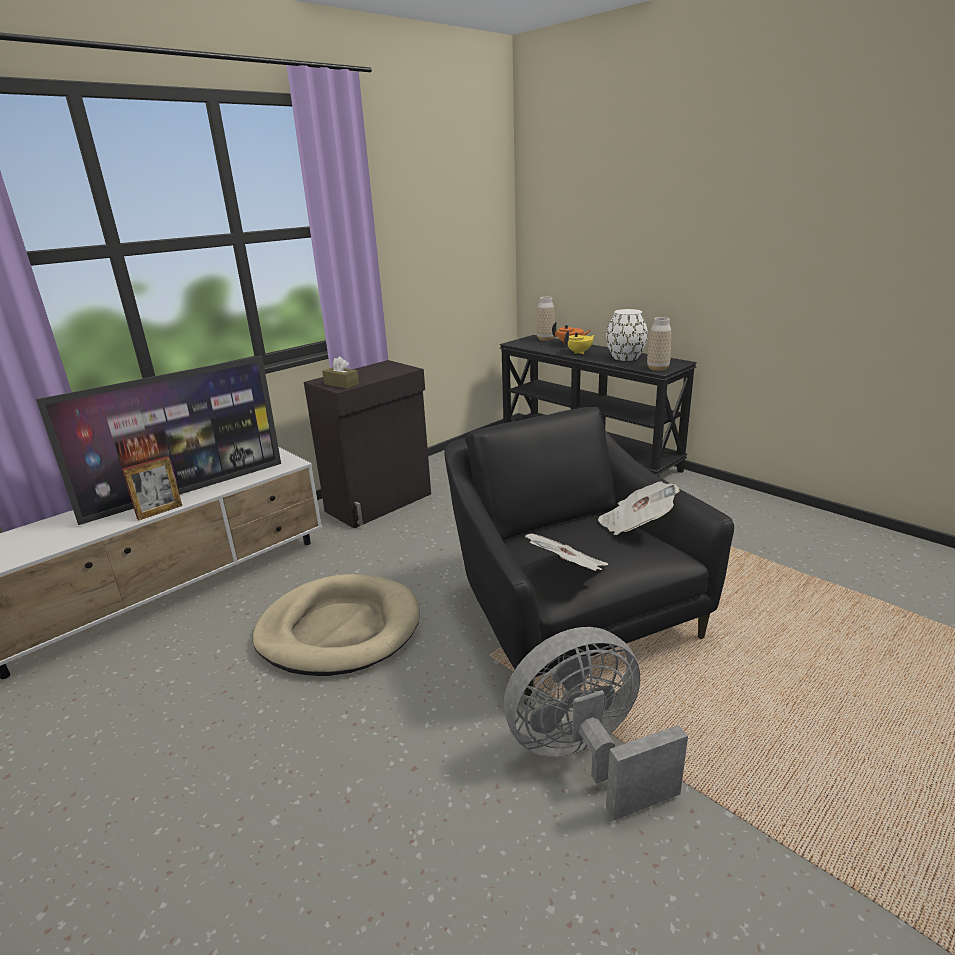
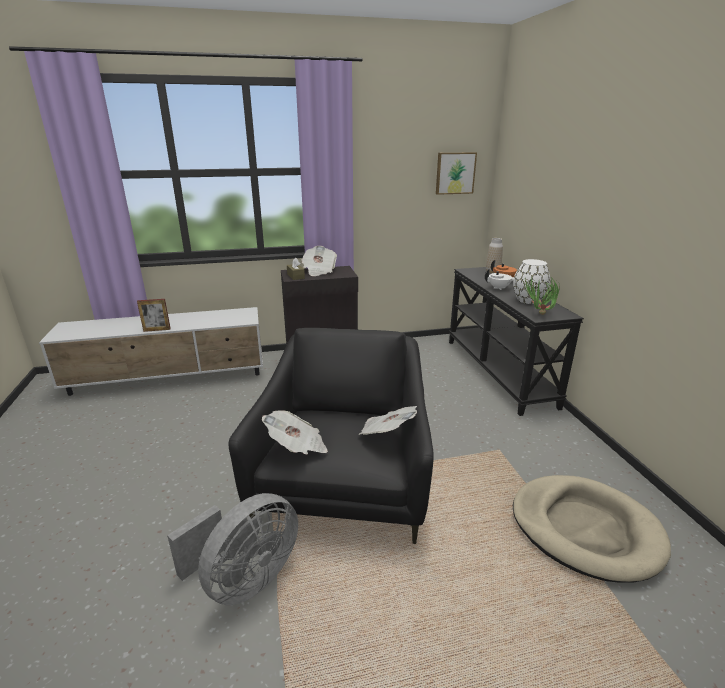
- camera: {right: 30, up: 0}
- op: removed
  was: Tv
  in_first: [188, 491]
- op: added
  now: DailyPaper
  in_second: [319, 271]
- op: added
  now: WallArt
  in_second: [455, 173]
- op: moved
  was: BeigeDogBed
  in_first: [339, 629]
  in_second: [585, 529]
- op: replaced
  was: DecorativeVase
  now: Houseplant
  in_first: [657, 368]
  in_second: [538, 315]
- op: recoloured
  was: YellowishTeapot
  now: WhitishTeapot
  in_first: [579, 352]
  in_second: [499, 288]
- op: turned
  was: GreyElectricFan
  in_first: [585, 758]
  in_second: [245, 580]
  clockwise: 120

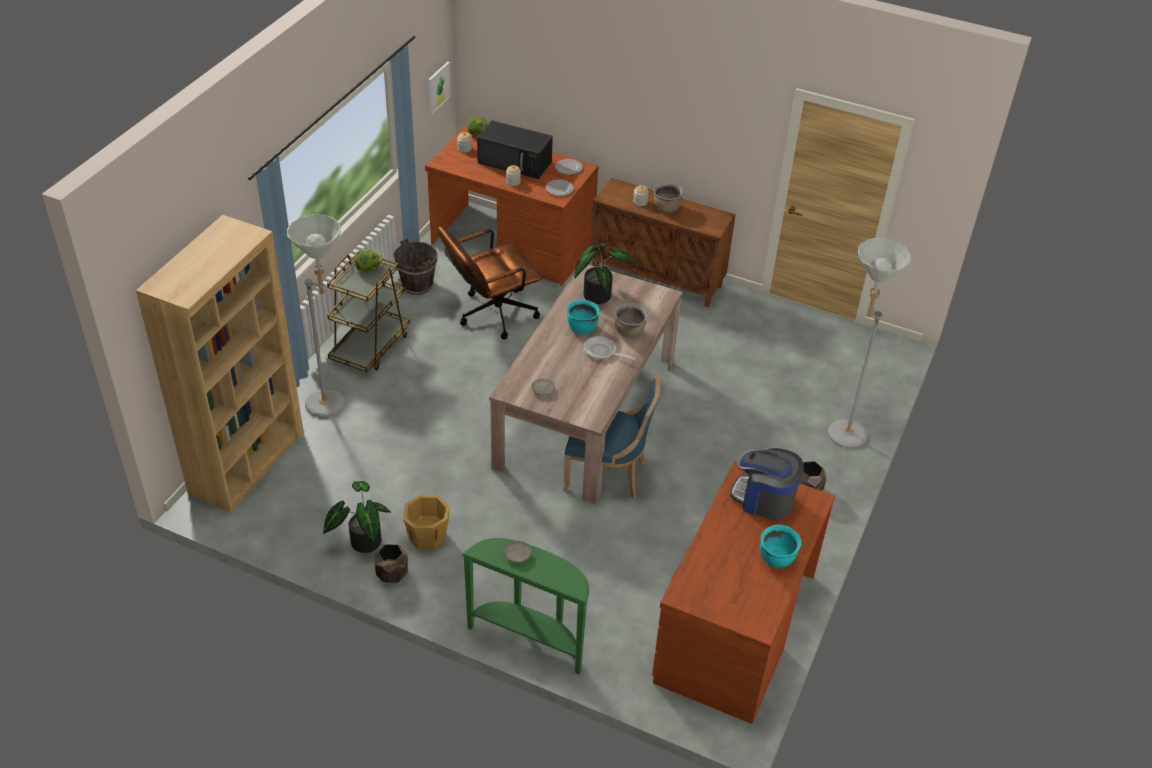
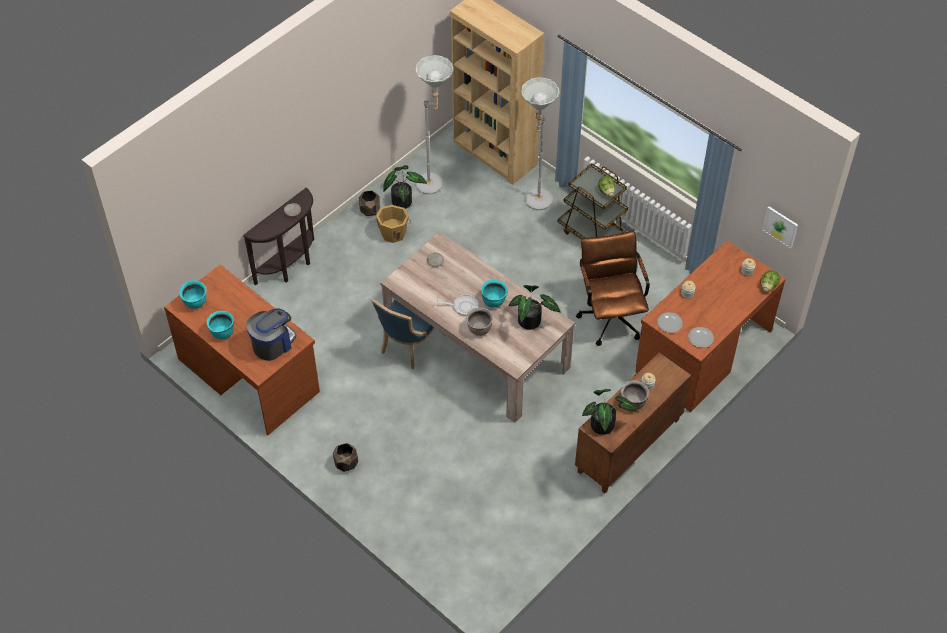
- camera: {right: 110, up: 10}
- op: removed
  was: BrownColouredPail
  in_first: [417, 285]
- op: removed
  was: BlackishMicrowave
  in_first: [516, 162]
- op: added
  now: TurquoiseColouredStockpot
  in_second: [195, 302]
- op: added
  now: Houseplant
  in_second: [605, 426]
- op: moved
  was: GreyStandardLamp
  in_first: [842, 428]
  in_second: [435, 183]
- op: recoloured
  was: GreenColouredNarrowTable
  now: BrownColouredNarrowTable
  in_first: [529, 638]
  in_second: [290, 266]
- op: turned
  was: Pan
  in_first: [602, 351]
  in_second: [463, 306]
  clockwise: 45

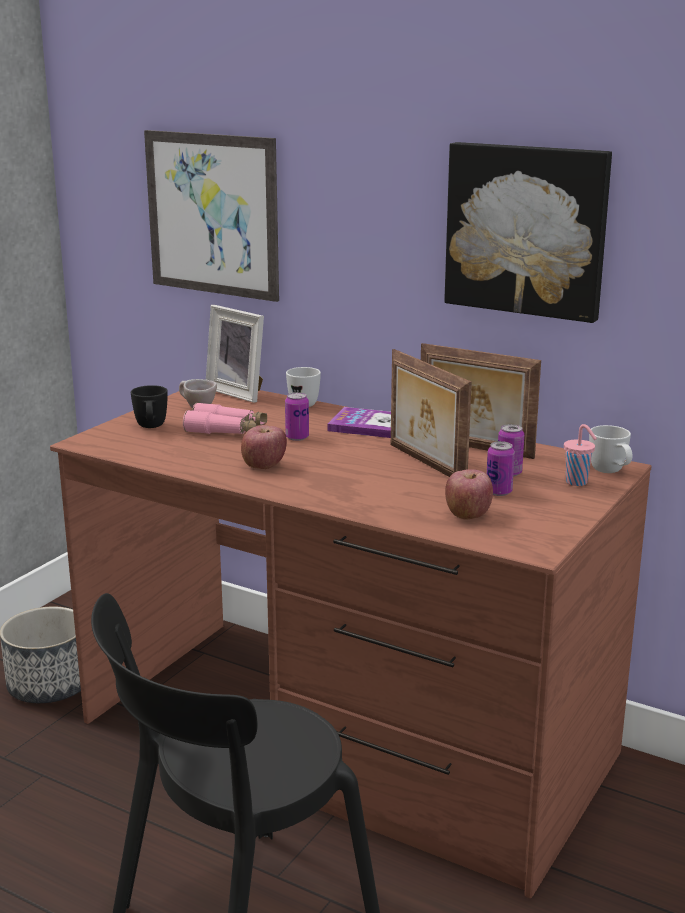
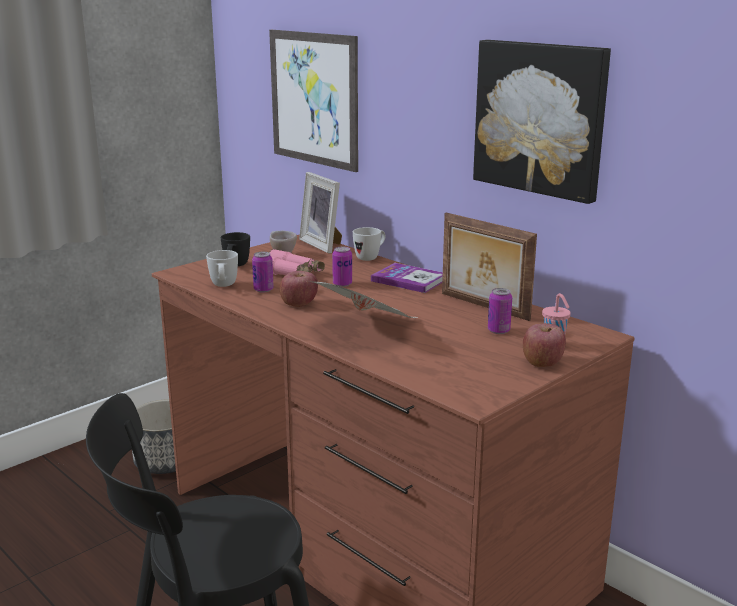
- camera: {right: 15, up: 0}
- op: removed
  was: PhotoFrame
  in_first: [425, 464]
- op: added
  now: DailyPaper
  in_second: [366, 329]
- op: moved
  was: Apple
  in_first: [468, 514]
  in_second: [542, 363]
- op: moved
  was: SealedCan
  in_first: [499, 492]
  in_second: [263, 290]
- op: moved
  was: WhitishTeaMug
  in_first: [611, 472]
  in_second: [223, 286]

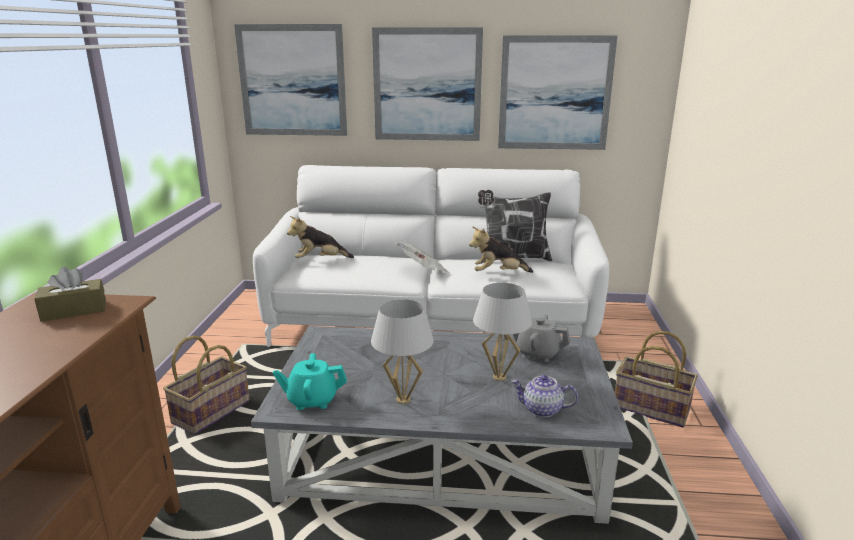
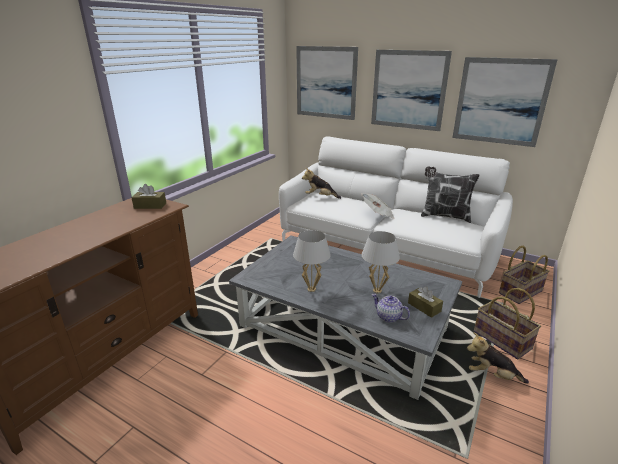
- camera: {right: 25, up: 5}
- op: removed
  was: TurquoiseColouredTeapot
  in_first: [312, 400]
- op: removed
  was: GreyTeapot
  in_first: [537, 353]
- op: added
  now: BrownColouredBoxOfTissues
  in_second: [424, 307]
- op: moved
  was: HouseholdBasket
  in_first: [211, 411]
  in_second: [520, 291]
- op: moved
  was: CuddlyToy
  in_first: [498, 274]
  in_second: [492, 375]

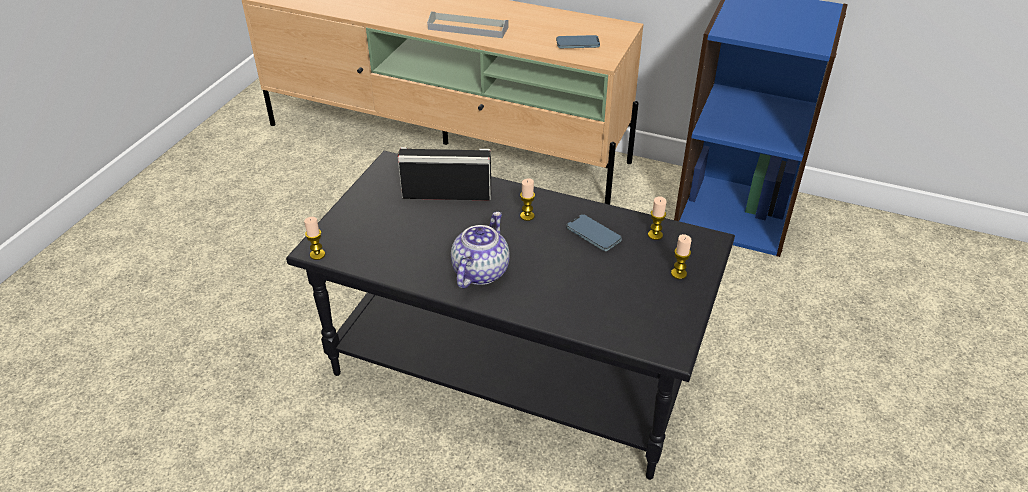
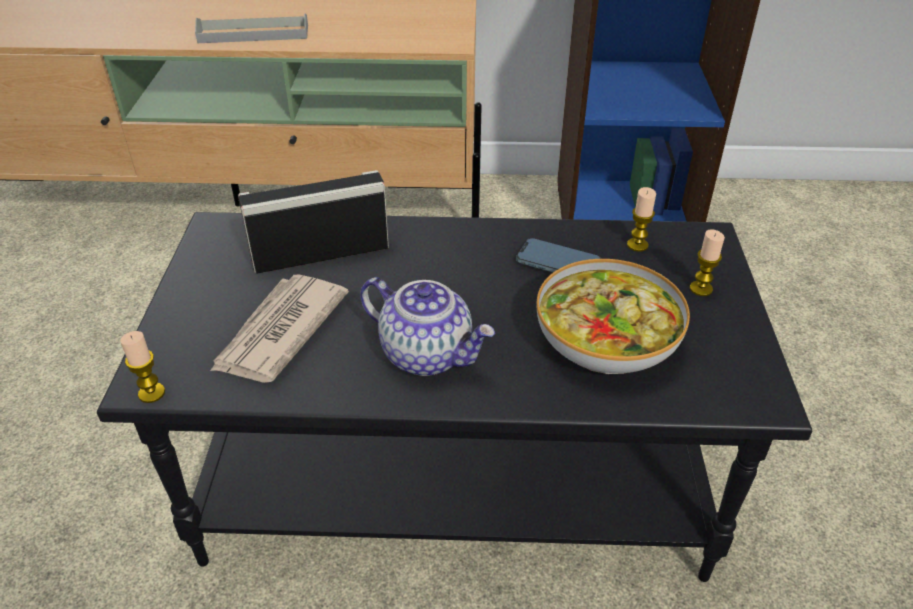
- camera: {right: -20, up: 0}
- op: removed
  was: Candle
  in_first: [527, 216]
- op: removed
  was: Telephone
  in_first: [577, 44]
- op: added
  now: DailyPaper
  in_second: [279, 332]
- op: added
  now: Bowl
  in_second: [605, 340]
- op: turned
  was: Teapot
  in_first: [480, 271]
  in_second: [428, 354]
  clockwise: 120

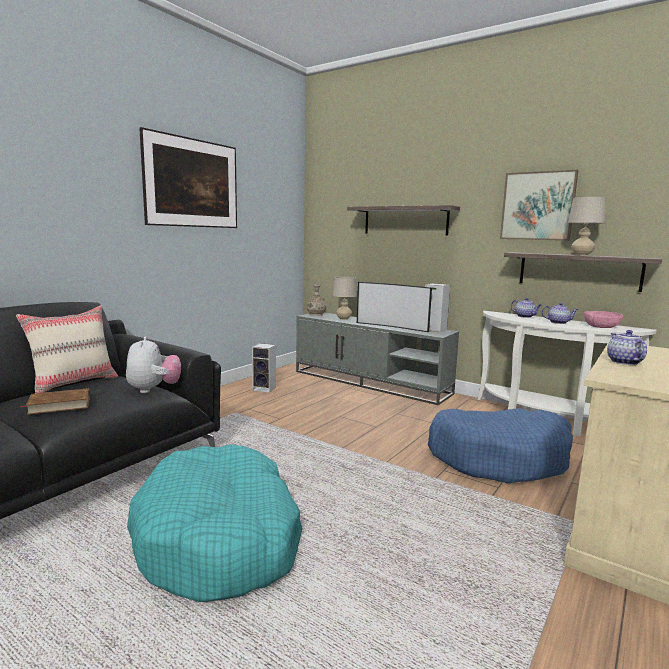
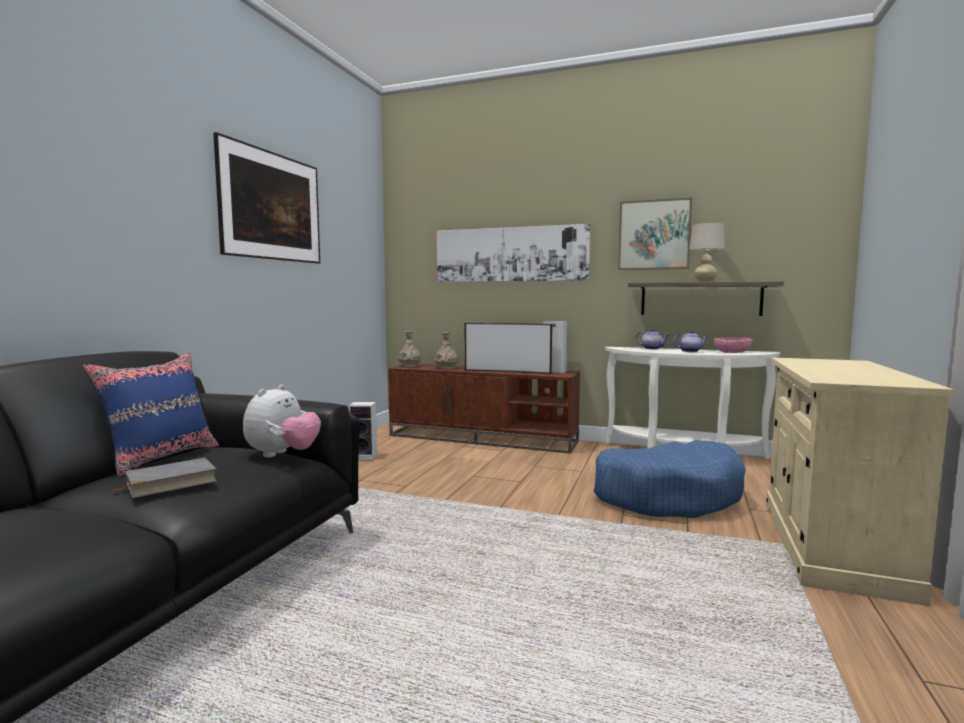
- camera: {right: -15, up: -5}
- op: removed
  was: TurquoiseColouredDogBed
  in_first: [220, 538]
- op: removed
  was: Teapot
  in_first: [623, 362]
- op: replaced
  was: BeigeLampForATable
  now: DecorativeVase
  in_first: [344, 319]
  in_second: [446, 367]
- op: replaced
  was: Shelf
  now: WallArt
  in_first: [405, 220]
  in_second: [510, 254]
- op: recoloured
  was: BeigeThrowPillow
  now: BlueThrowPillow
  in_first: [74, 383]
  in_second: [161, 458]
- op: recoloured
  was: BrownColouredVolume
  now: GreyVolume
  in_first: [59, 405]
  in_second: [171, 482]
- op: recoloured
  was: GreyMediaConsole
  now: BrownColouredMediaConsole
  in_first: [371, 382]
  in_second: [483, 438]
- op: turned
  was: CuddlyToy
  in_first: [154, 389]
  in_second: [283, 455]
  clockwise: 45

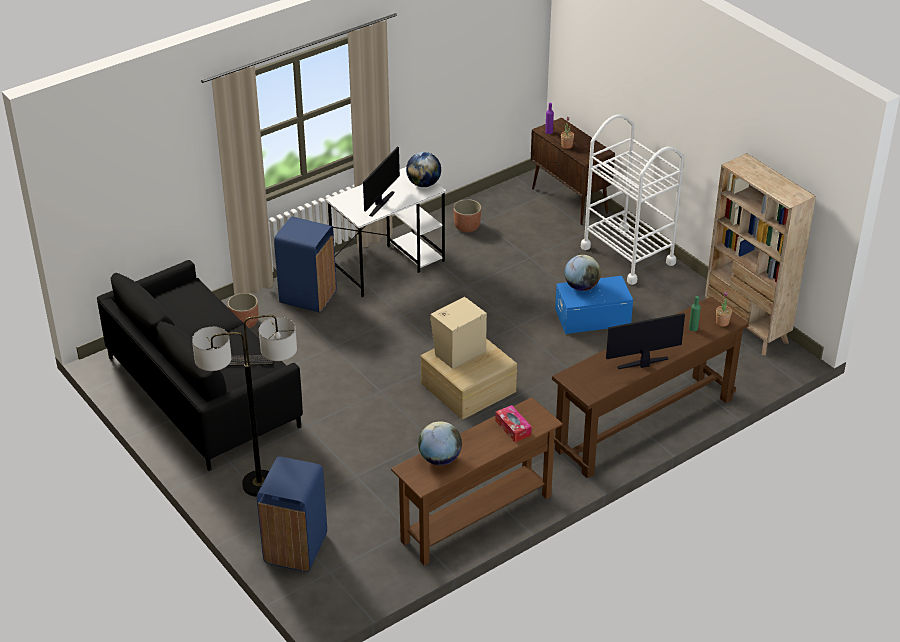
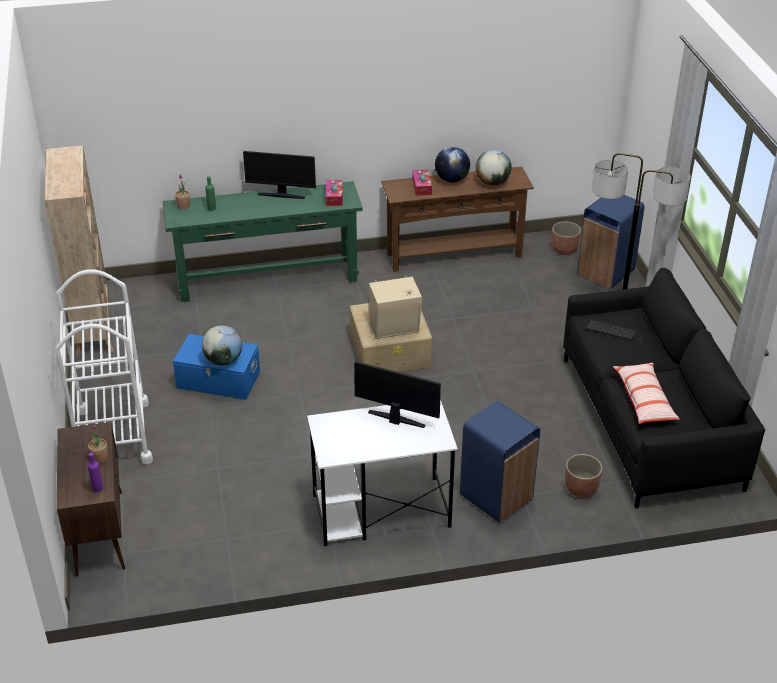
- camera: {right: -155, up: 0}
- op: added
  now: BoxOfTissues
  in_second: [334, 197]
- op: added
  now: ThrowPillow
  in_second: [644, 400]
- op: moved
  was: Globe
  in_first: [423, 184]
  in_second: [451, 179]
- op: moved
  was: PlantPot
  in_first: [467, 227]
  in_second: [564, 249]
- op: recoloured
  was: BrownColouredNarrowTable
  now: GreenColouredNarrowTable
  in_first: [644, 424]
  in_second: [267, 279]
- op: turned
  was: ComputerDisplay
  in_first: [380, 203]
  in_second: [395, 420]
  clockwise: 60

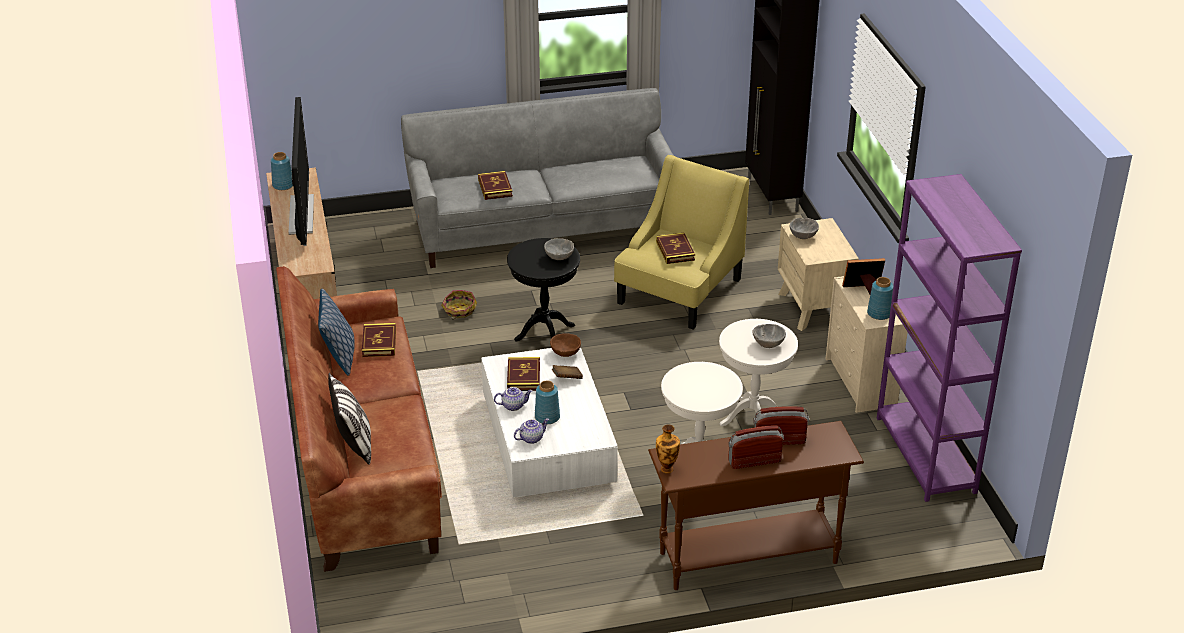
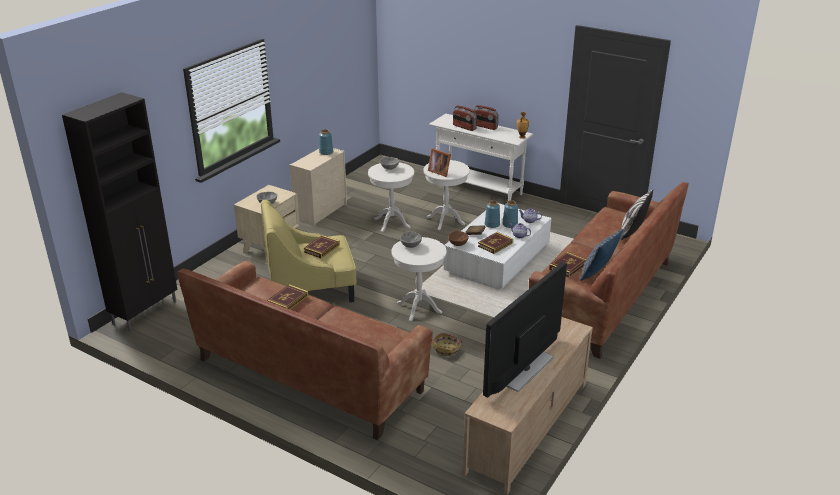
- camera: {right: -135, up: -5}
- op: removed
  was: PurpleColouredShelvingUnit
  in_first: [925, 455]
- op: moved
  was: BlueDecorativeVase
  in_first: [283, 185]
  in_second: [492, 224]
- op: moved
  was: Volume
  in_first: [495, 188]
  in_second: [288, 300]
- op: moved
  was: PhotoFrame
  in_first: [864, 290]
  in_second: [439, 172]
- op: recoloured
  was: GreySettee
  now: BrownColouredSettee
  in_first: [542, 229]
  in_second: [309, 375]
- op: recoloured
  was: BlackishAccentTable
  now: WhitishAccentTable
  in_first: [544, 332]
  in_second: [419, 308]
- op: recoloured
  was: BrownColouredNarrowTable
  now: WhitishNarrowTable
  in_first: [747, 557]
  in_second: [478, 190]

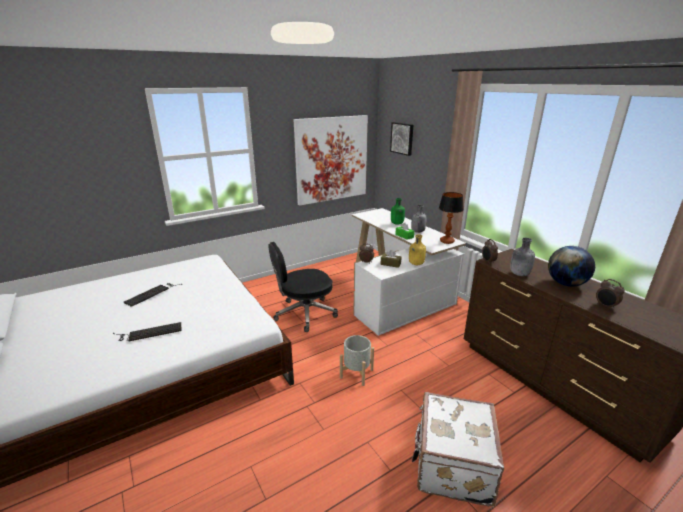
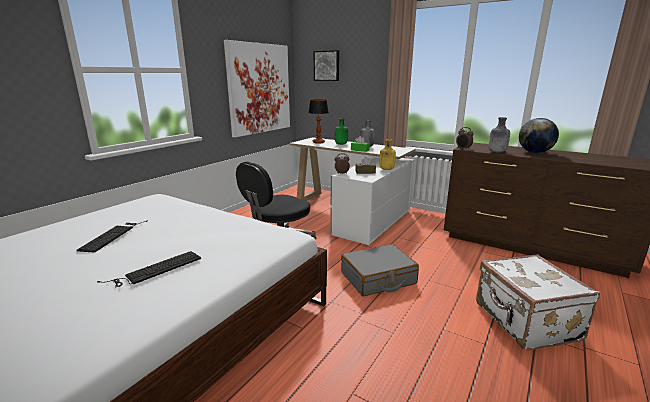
- camera: {right: -25, up: -5}
- op: removed
  was: TableClock
  in_first: [605, 306]
- op: moved
  was: LampForATable
  in_first: [447, 241]
  in_second: [319, 142]
- op: replaced
  was: GreyPlantPot
  now: GreySuitcase
  in_first: [356, 373]
  in_second: [378, 278]

